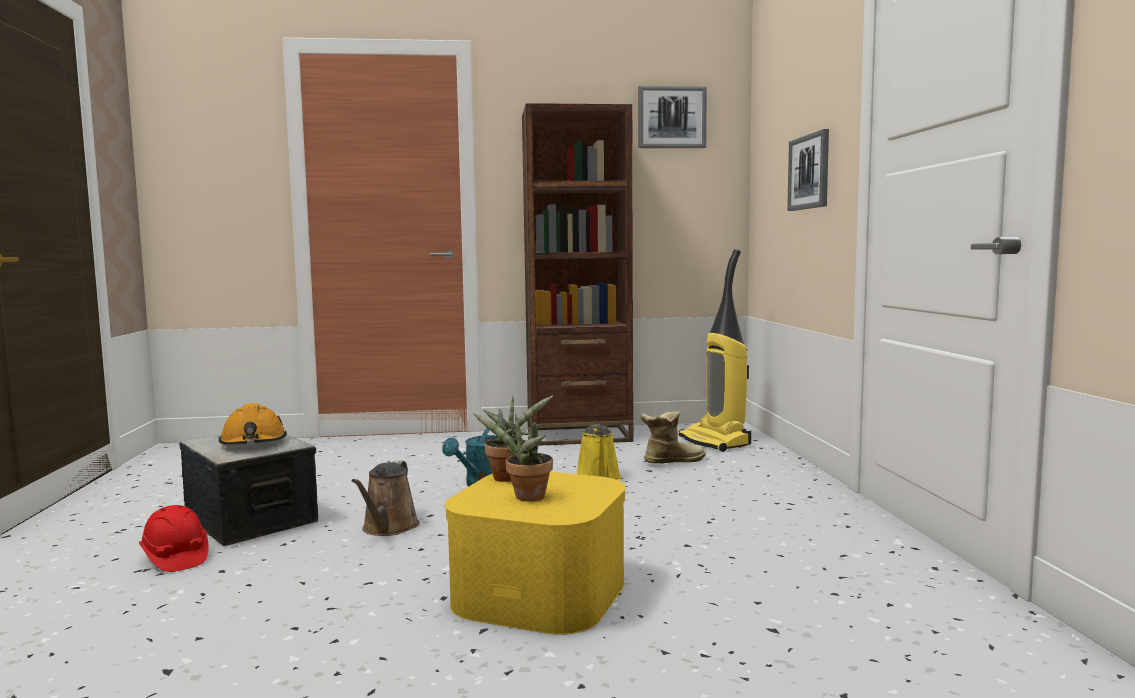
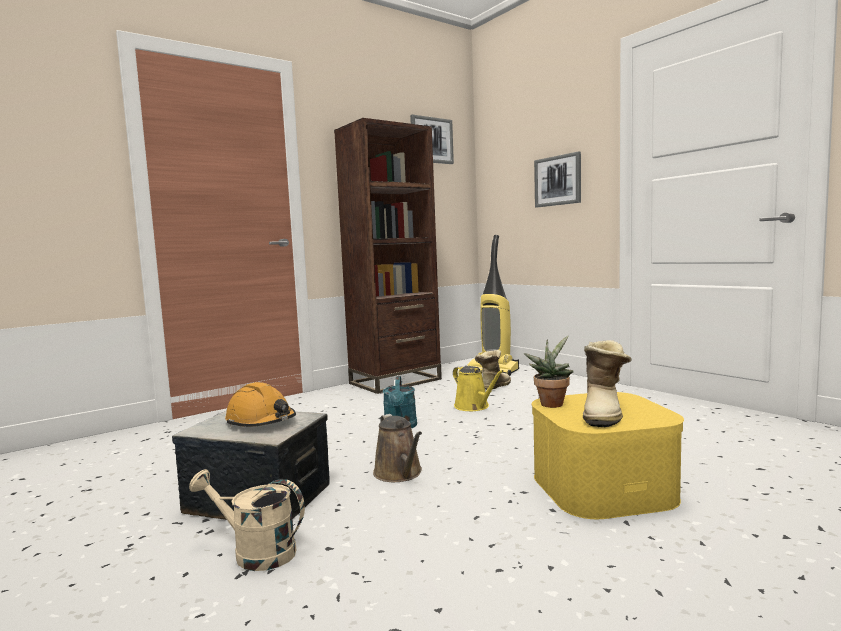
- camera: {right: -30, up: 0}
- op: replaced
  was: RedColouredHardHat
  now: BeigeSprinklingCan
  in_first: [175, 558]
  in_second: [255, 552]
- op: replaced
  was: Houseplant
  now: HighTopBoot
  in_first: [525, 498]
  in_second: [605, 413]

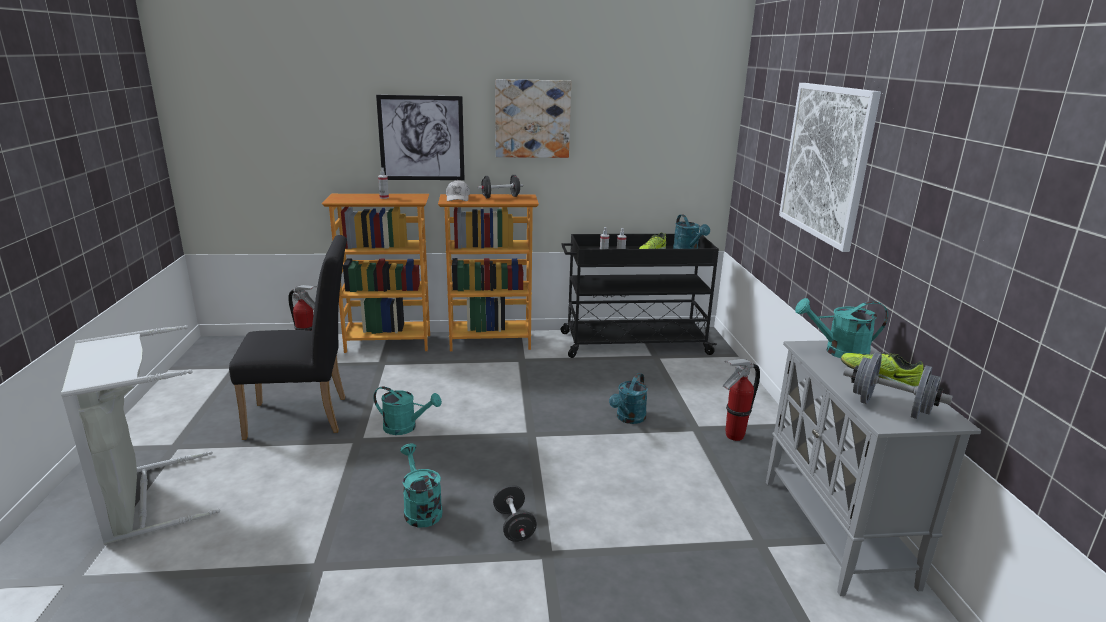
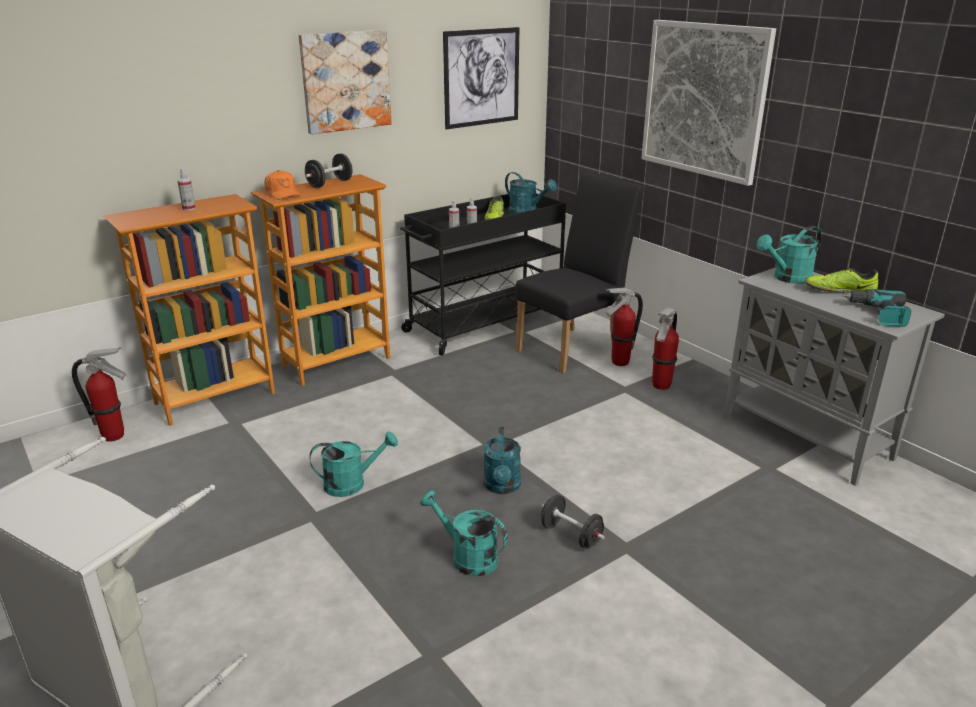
- camera: {right: -30, up: 5}
- op: added
  now: Extinguisher
  in_second: [619, 362]
- op: moved
  was: BlackishPlainChair
  in_first: [306, 417]
  in_second: [573, 347]
- op: moved
  was: WallArt
  in_first: [421, 138]
  in_second: [481, 77]
- op: moved
  was: TurquoiseColouredSprinklingCan
  in_first: [628, 419]
  in_second: [502, 487]
- op: replaced
  was: GreyDumbbell
  now: ElectricDrill
  in_first: [890, 408]
  in_second: [878, 314]
- op: recoloured
  was: WhitishBaseballCap
  now: OrangeColouredBaseballCap
  in_first: [458, 198]
  in_second: [283, 193]

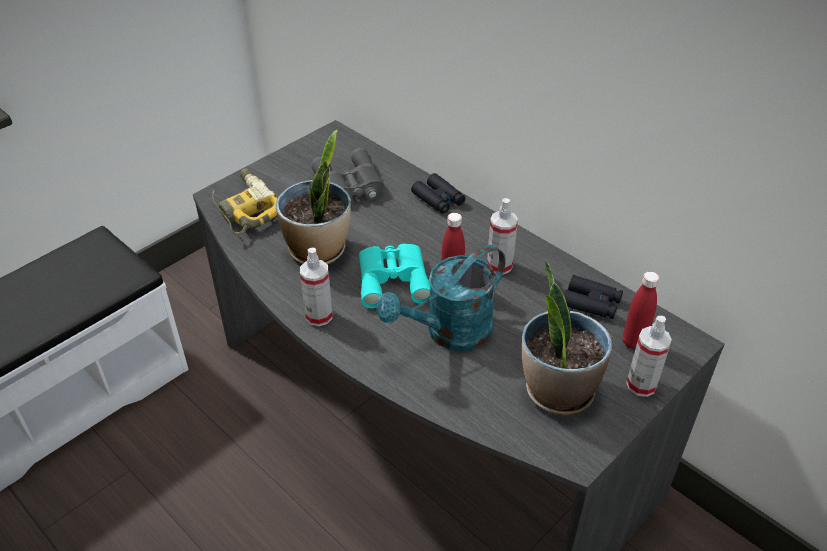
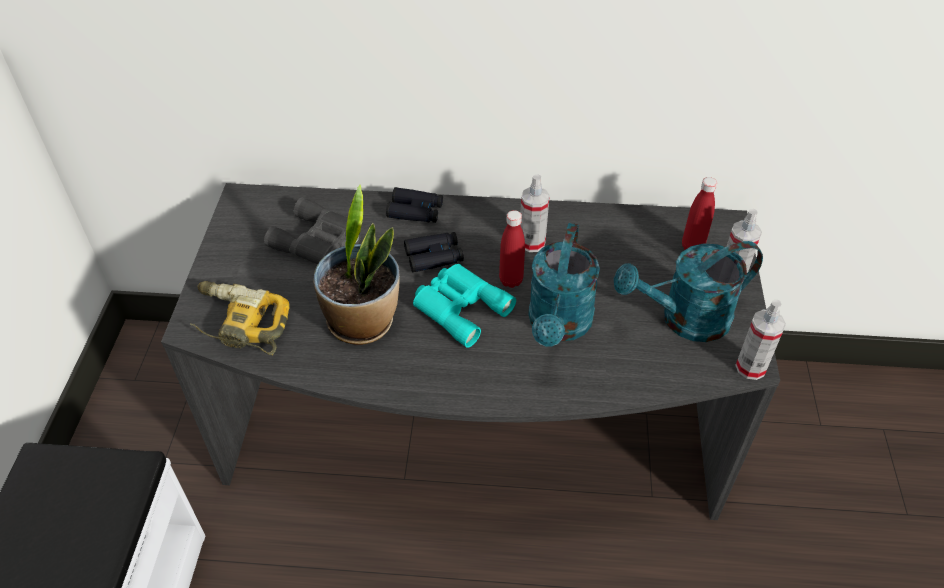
- camera: {right: -40, up: 5}
- op: moved
  was: Sprayer
  in_first: [319, 316]
  in_second: [750, 367]
- op: moved
  was: BlackishPairOfBinoculars
  in_first: [591, 303]
  in_second: [434, 257]
- op: replaced
  was: Houseplant
  now: TurquoiseColouredSprinklingCan
  in_first: [557, 390]
  in_second: [684, 320]

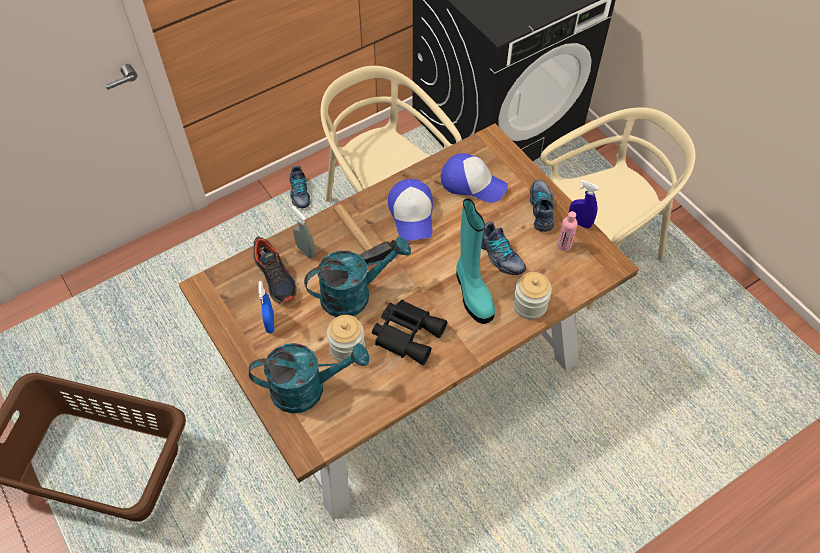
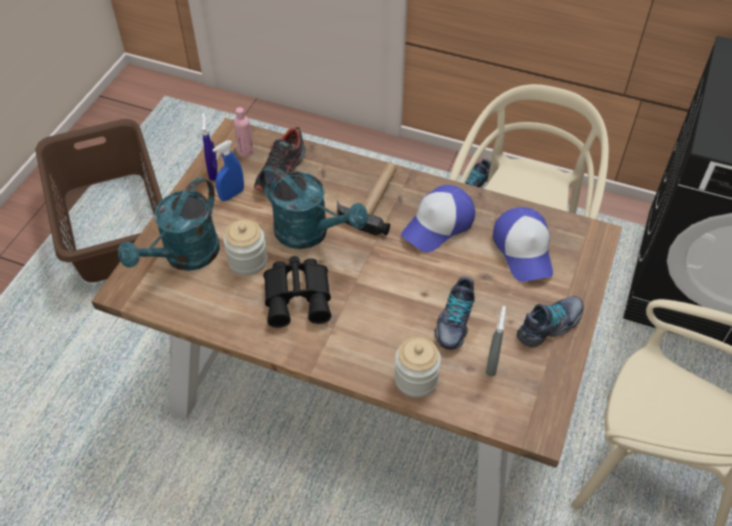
- camera: {right: 55, up: -5}
- op: removed
  was: TurquoiseColouredHighTopBoot
  in_first: [472, 292]
- op: moved
  was: GreySprayer
  in_first: [305, 251]
  in_second: [492, 364]
- op: moved
  was: PinkColouredBeverageBottle
  in_first: [564, 245]
  in_second: [245, 151]
- op: moved
  was: BlueSprayer
  in_first: [579, 223]
  in_second: [213, 172]
- op: turned
  was: TurquoiseColouredSprinklingCan
  in_first: [308, 388]
  in_second: [185, 257]
  clockwise: 75

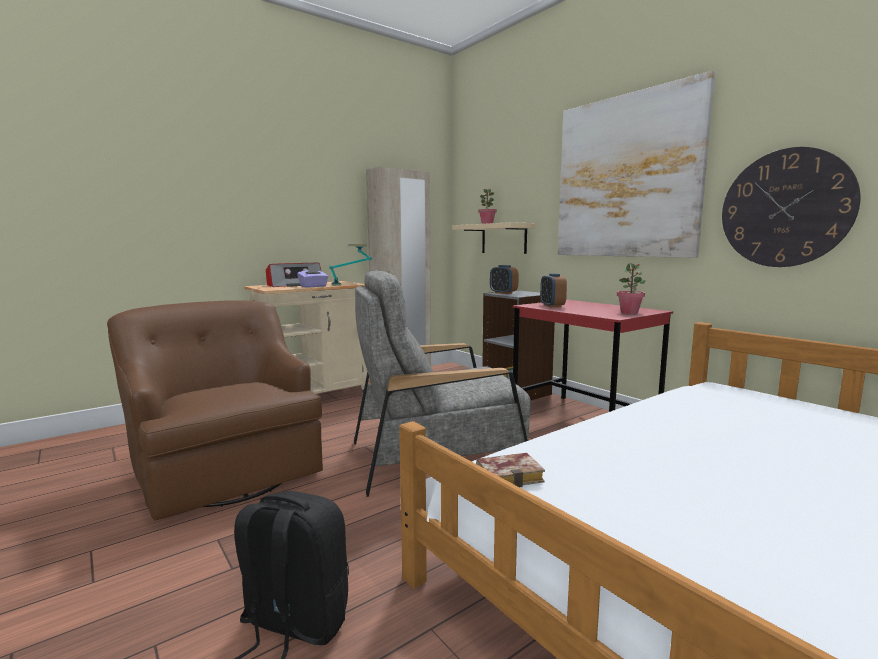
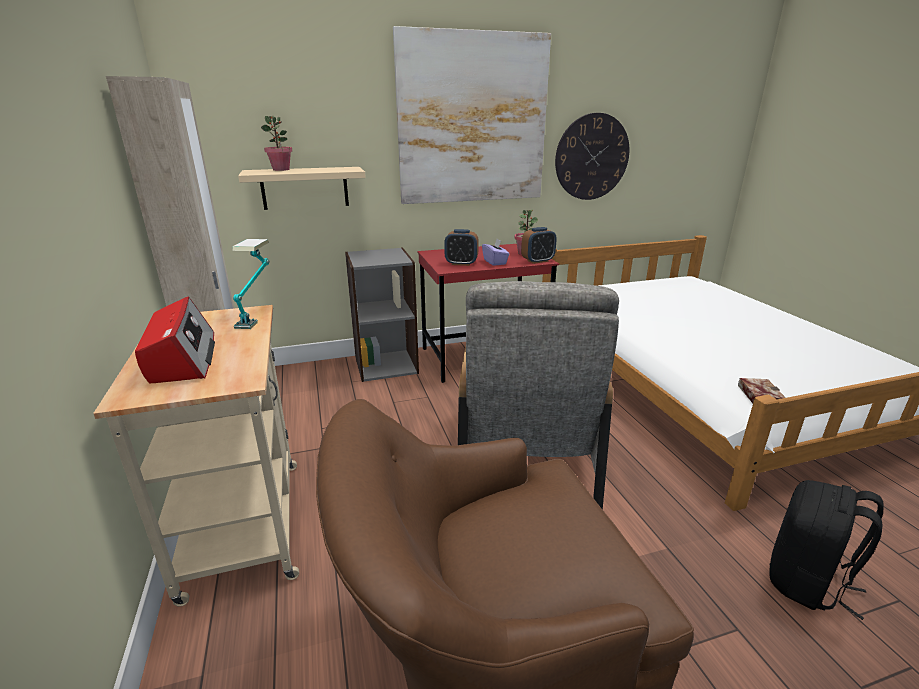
- camera: {right: -70, up: 15}
- op: moved
  was: PurpleColouredBoxOfTissues
  in_first: [313, 286]
  in_second: [495, 262]
- op: moved
  was: TableClock
  in_first: [503, 293]
  in_second: [537, 261]

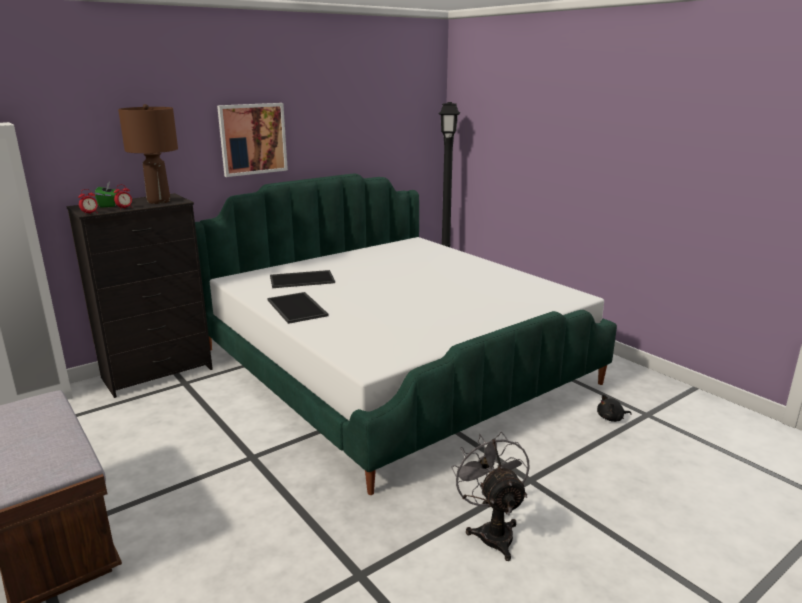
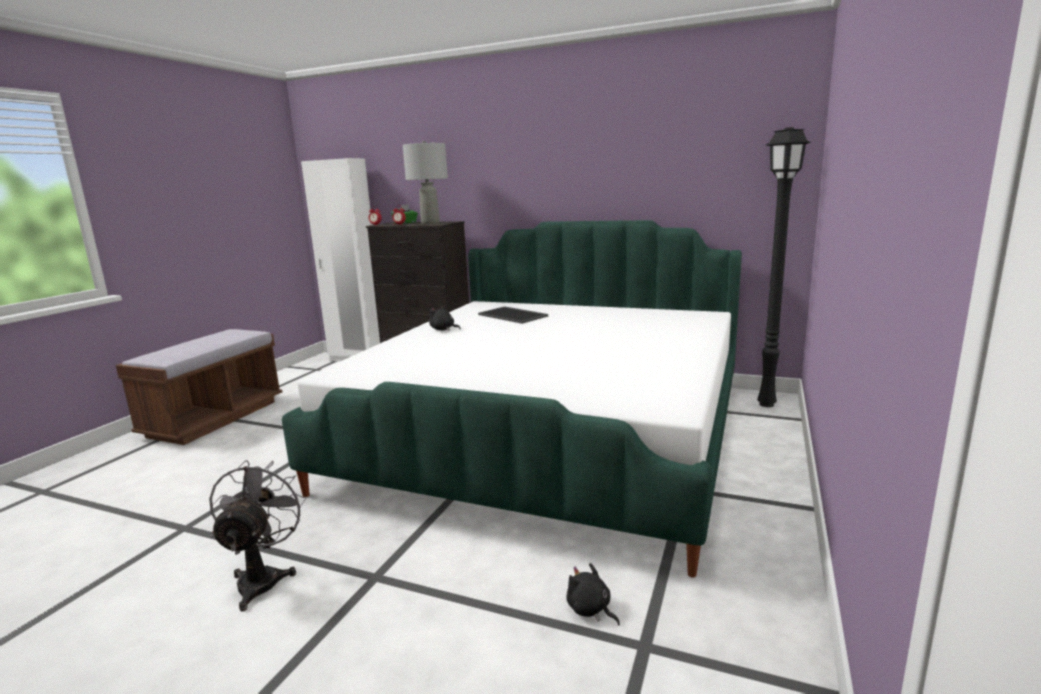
- camera: {right: 60, up: -5}
- op: removed
  was: WallArt
  in_first: [253, 139]
- op: replaced
  was: ServingTray
  now: BlackishCuddlyToy
  in_first: [298, 308]
  in_second: [443, 329]
- op: recoloured
  was: BrownColouredLampForATable
  now: GreyLampForATable
  in_first: [159, 201]
  in_second: [430, 223]
- op: turned
  was: GreyElectricFan
  in_first: [492, 531]
  in_second: [263, 578]
  clockwise: -45

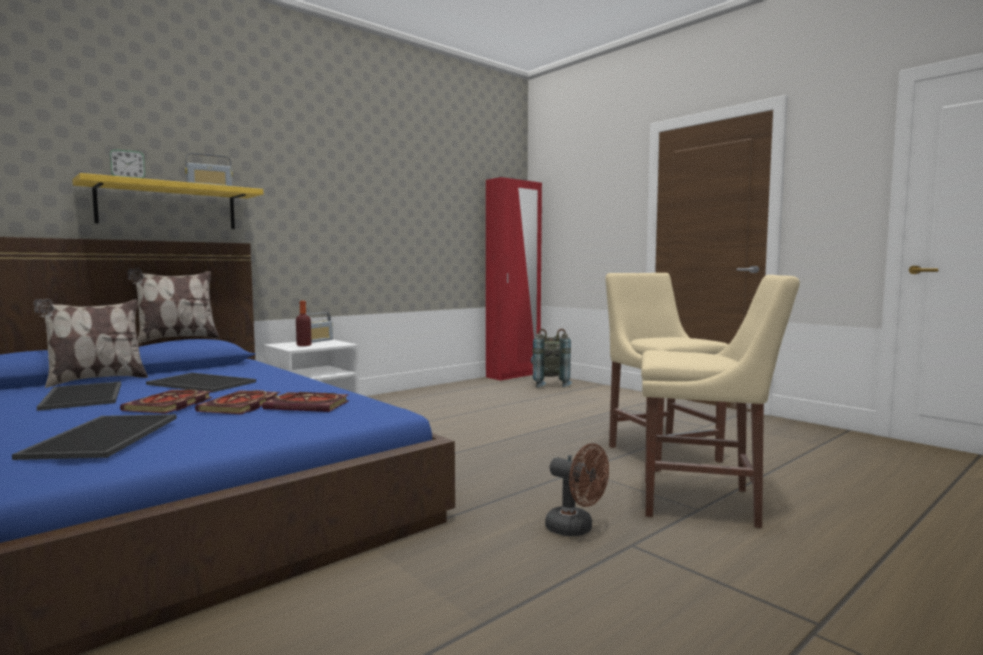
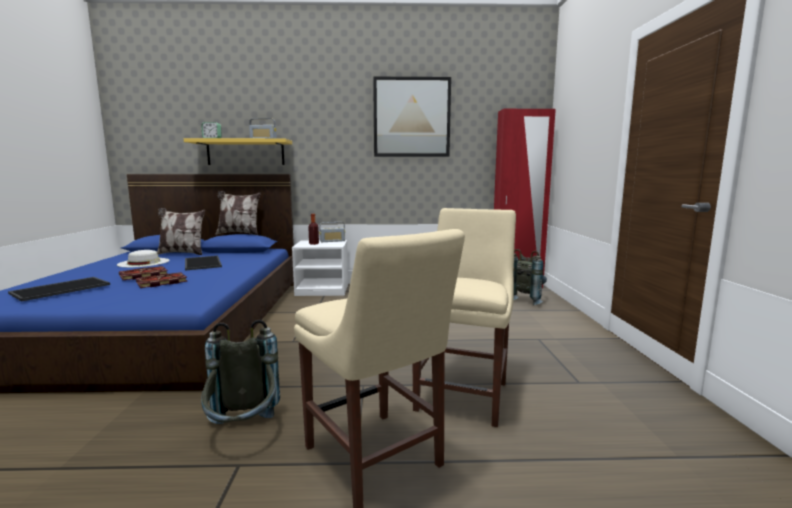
- camera: {right: 40, up: 5}
- op: removed
  was: Volume
  in_first: [310, 405]
- op: added
  now: WallArt
  in_second: [411, 117]
- op: replaced
  was: ServingTray
  now: WhitishClothingHat
  in_first: [81, 396]
  in_second: [144, 262]
- op: replaced
  was: BrownColouredElectricFan
  now: GreyKnapsack
  in_first: [576, 529]
  in_second: [243, 432]

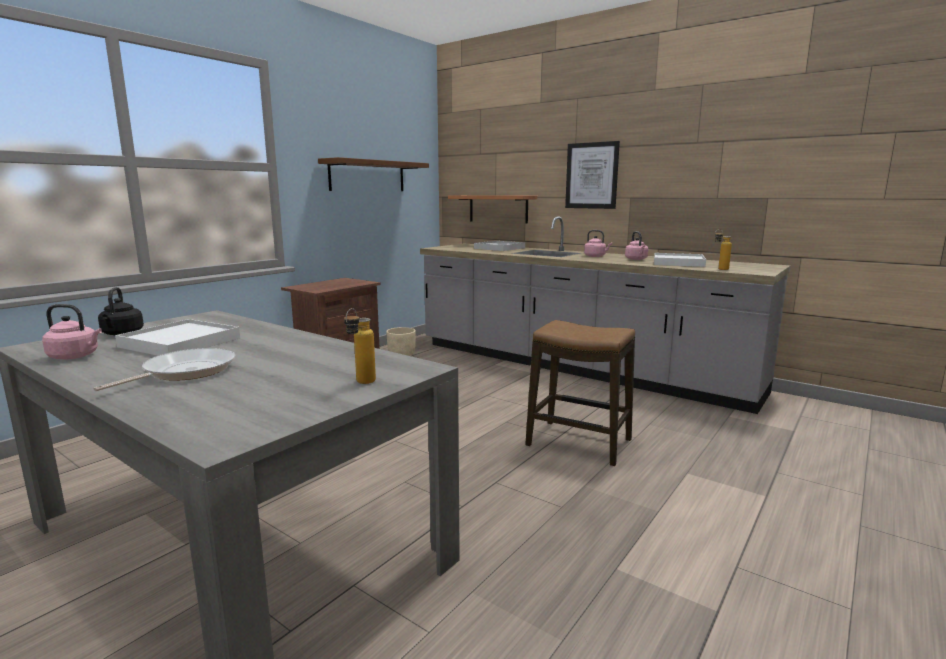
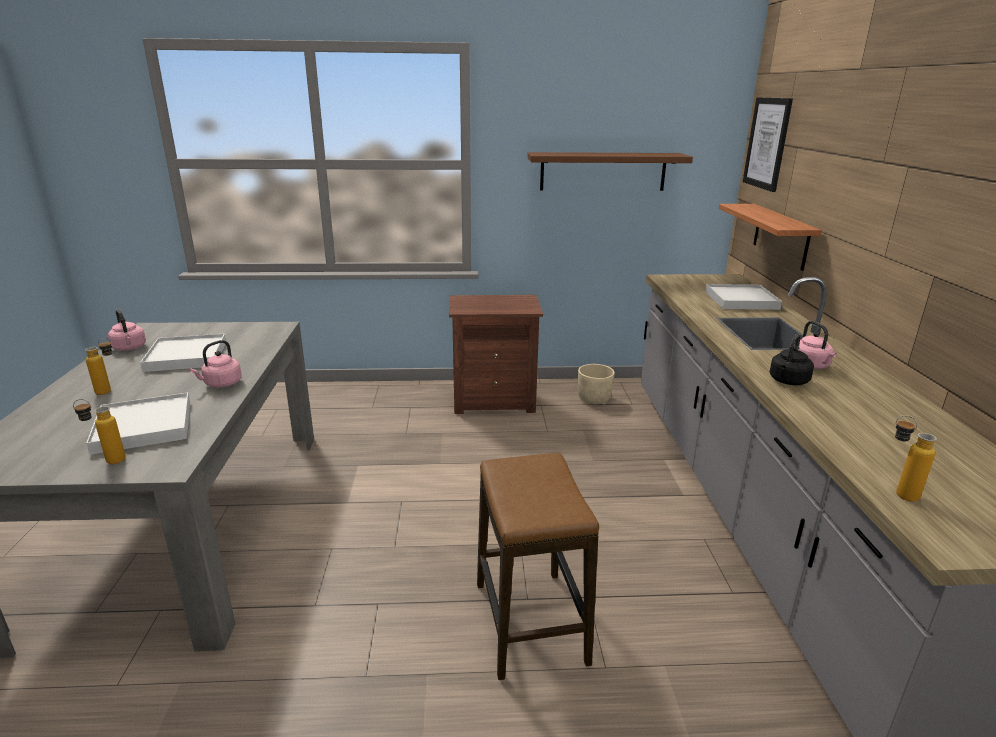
- camera: {right: 50, up: 10}
- op: moved
  was: BlackishKettle
  in_first: [122, 334]
  in_second: [788, 381]
- op: moved
  was: WallArt
  in_first: [591, 175]
  in_second: [767, 143]
- op: moved
  was: PinkColouredKettle
  in_first: [636, 259]
  in_second: [221, 384]
- op: moved
  was: WhitishServingTray
  in_first: [678, 263]
  in_second: [143, 427]
- op: replaced
  was: Pan
  now: BeverageBottle
  in_first: [185, 372]
  in_second: [109, 391]

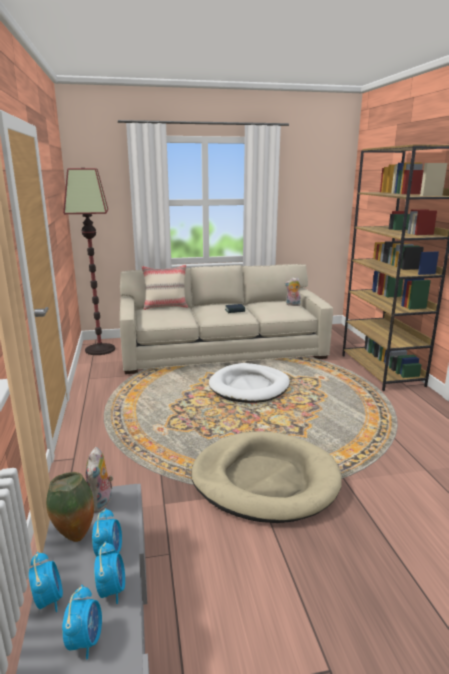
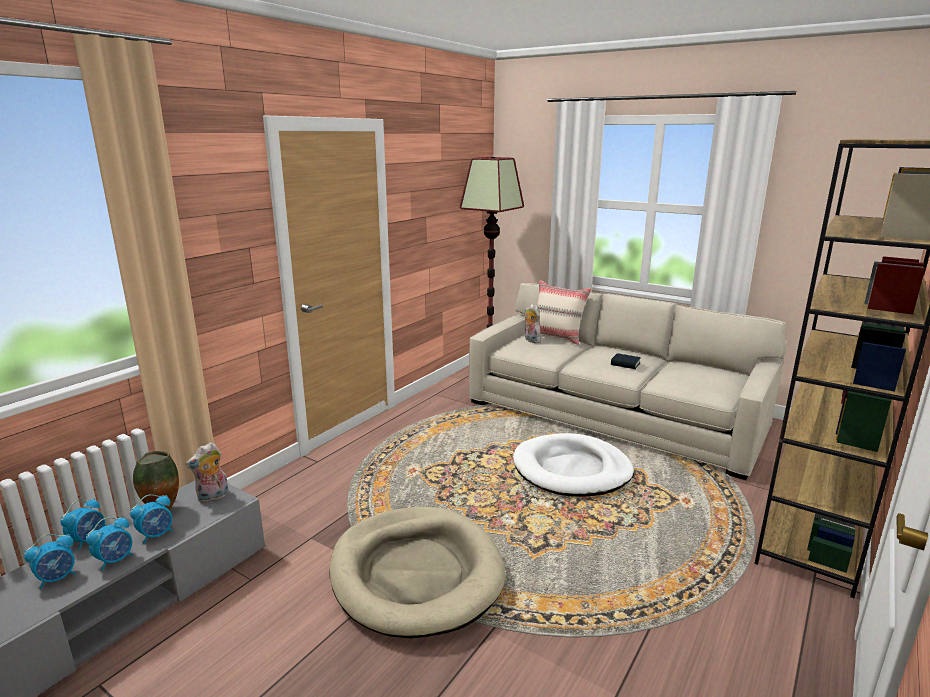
- camera: {right: 45, up: 0}
- op: moved
  was: CuddlyToy
  in_first: [292, 305]
  in_second: [531, 340]

